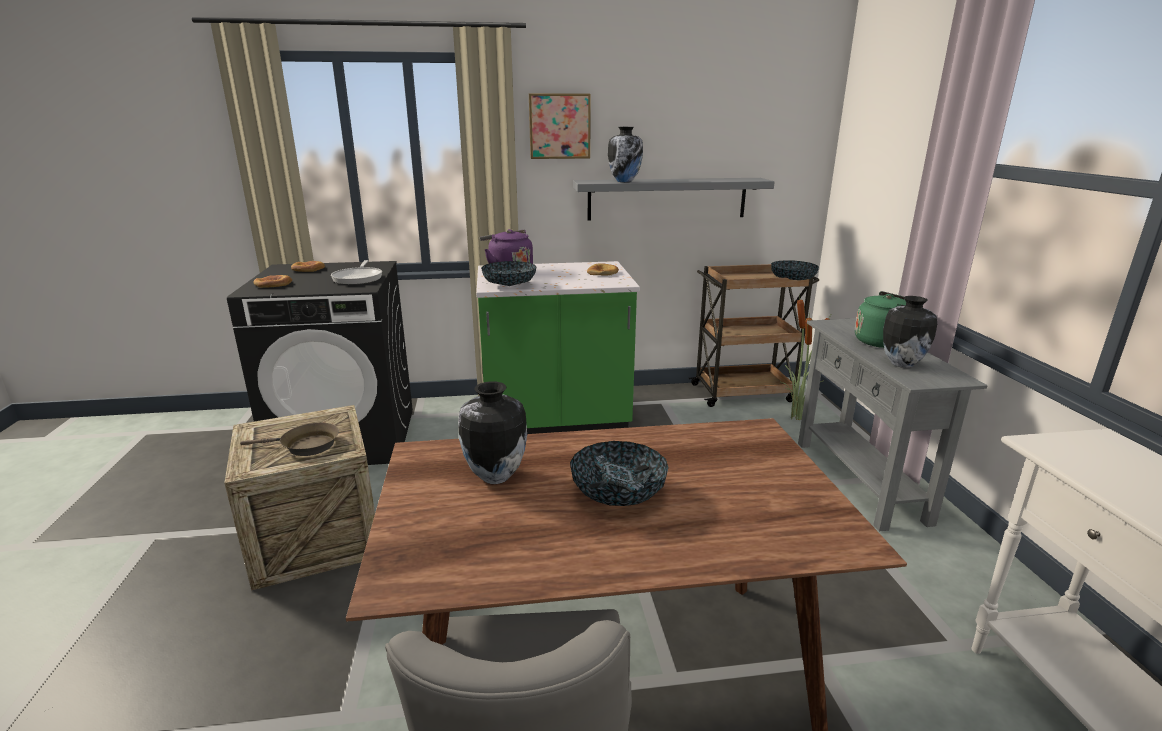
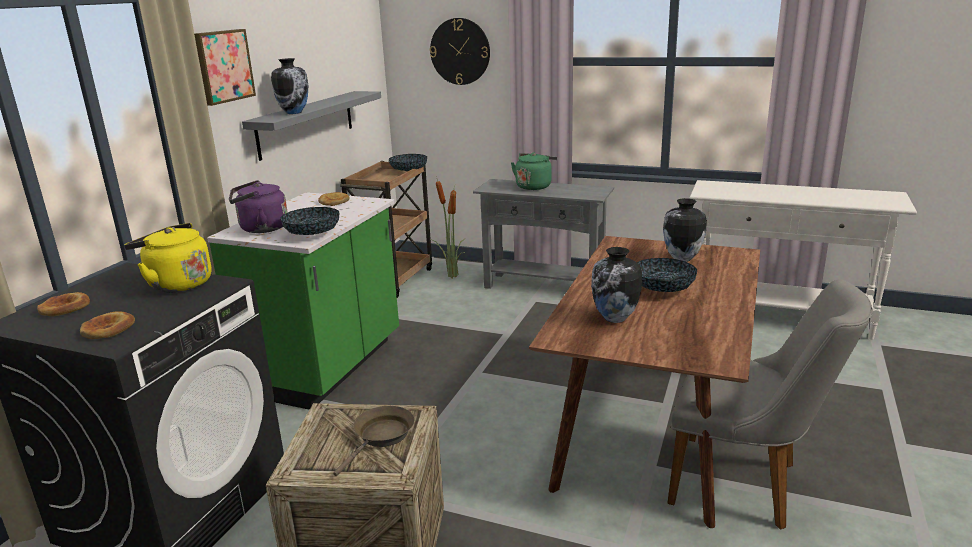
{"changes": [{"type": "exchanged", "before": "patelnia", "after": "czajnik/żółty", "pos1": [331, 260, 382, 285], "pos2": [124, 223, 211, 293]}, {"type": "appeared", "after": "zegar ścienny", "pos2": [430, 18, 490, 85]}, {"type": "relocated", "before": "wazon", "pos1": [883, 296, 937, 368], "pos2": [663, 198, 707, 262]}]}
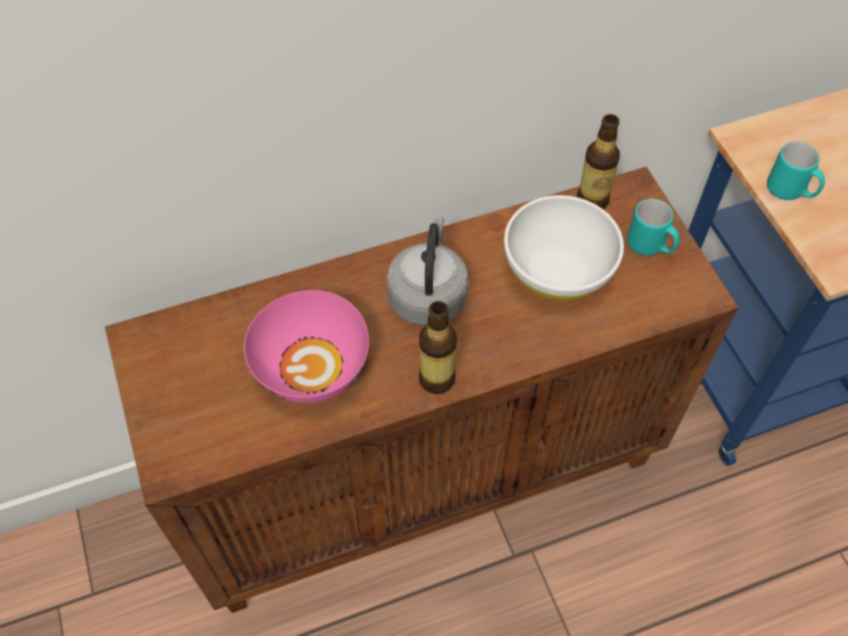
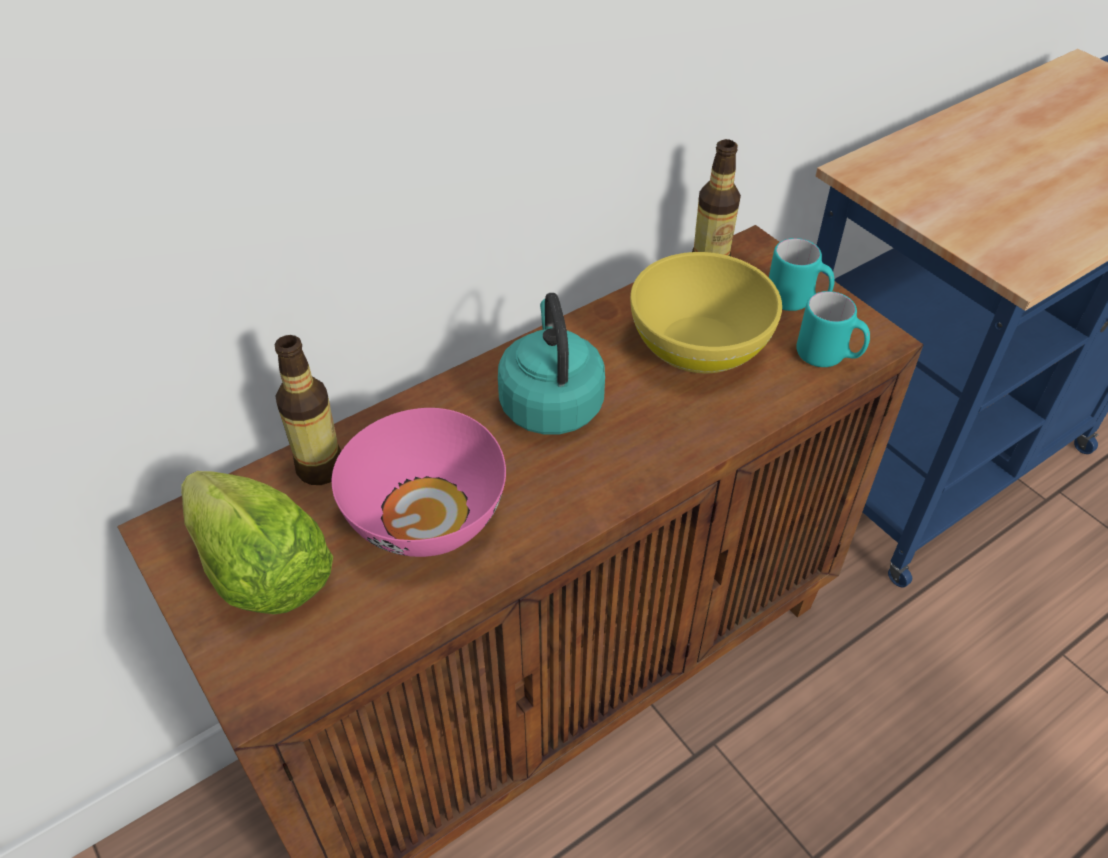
{"changes": [{"type": "appeared", "after": "sałata", "pos2": [181, 471, 333, 614]}, {"type": "relocated", "before": "butelka", "pos1": [419, 301, 457, 394], "pos2": [274, 335, 341, 485]}, {"type": "colour", "before": "czajnik/szary", "after": "czajnik/turkusowy", "pos1": [387, 217, 469, 326], "pos2": [498, 293, 605, 434]}, {"type": "colour", "before": "miska/biały", "after": "miska/żółty", "pos1": [504, 195, 624, 300], "pos2": [630, 252, 782, 373]}, {"type": "relocated", "before": "kubek/turkusowy", "pos1": [767, 142, 825, 200], "pos2": [796, 291, 870, 367]}]}
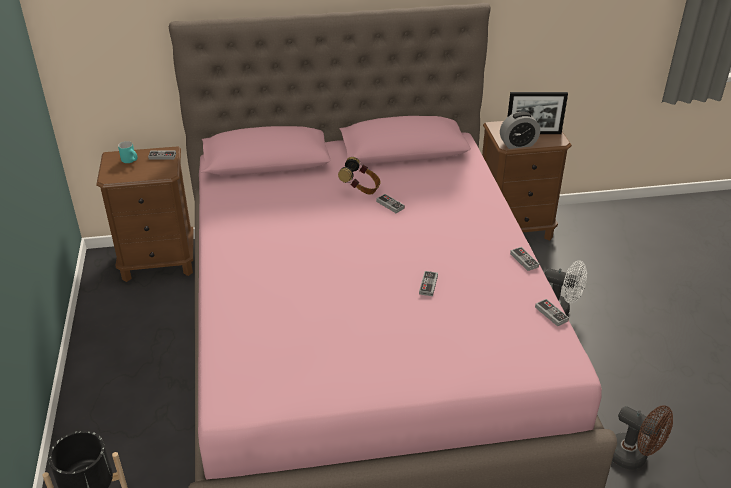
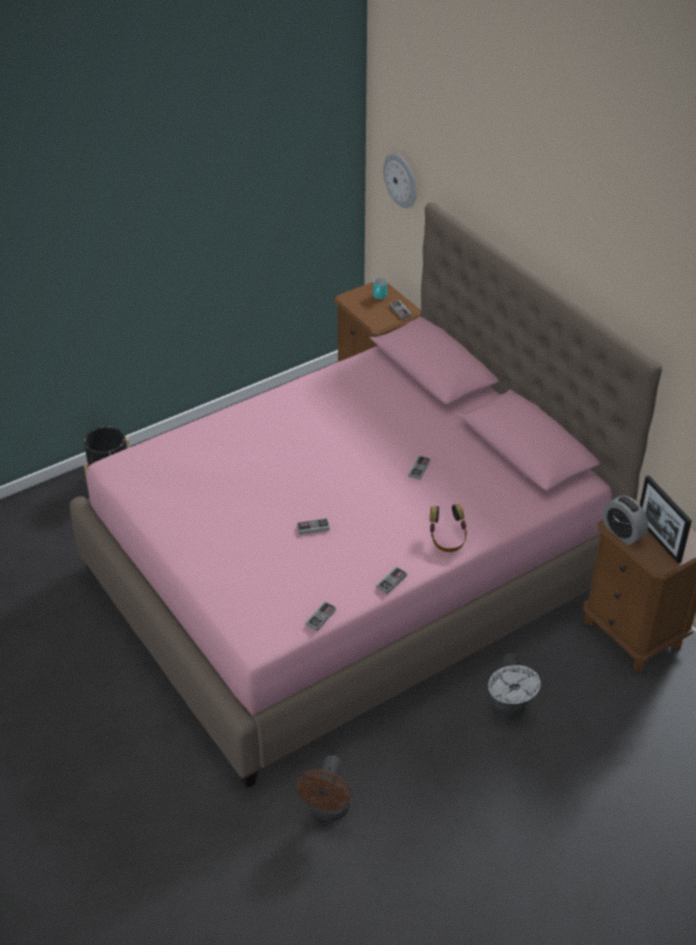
{"changes": [{"type": "appeared", "after": "zegar ścienny", "pos2": [383, 153, 417, 208]}, {"type": "relocated", "before": "słuchawki", "pos1": [338, 157, 381, 195], "pos2": [430, 504, 467, 552]}]}
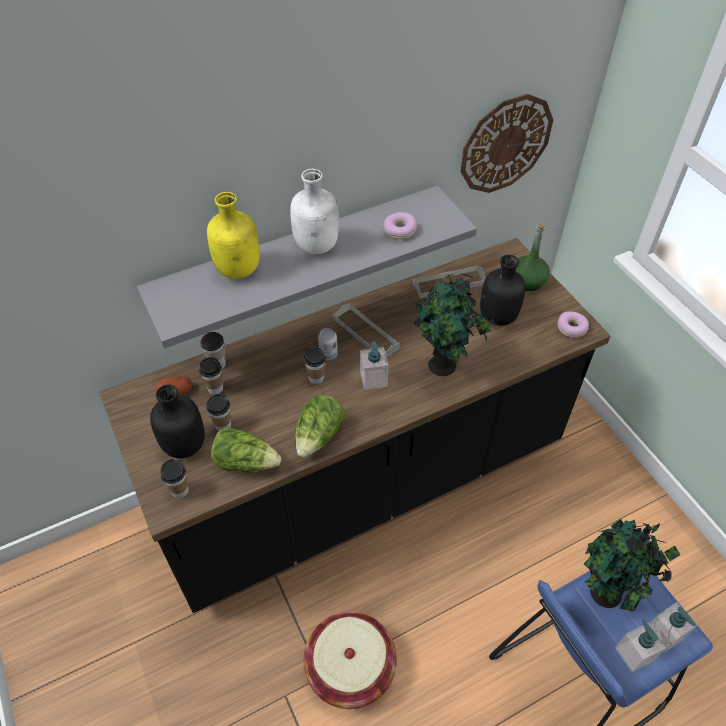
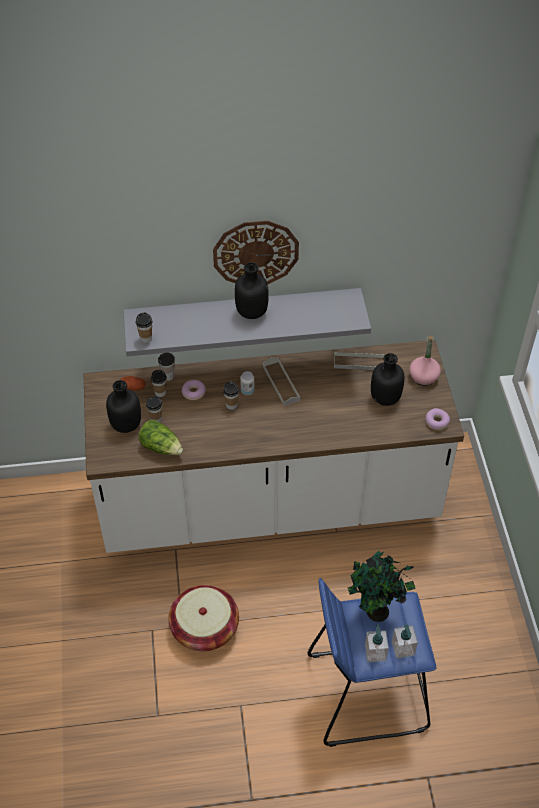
{"changes": [{"type": "colour", "before": "zabudowa kuchenna/czarny", "after": "zabudowa kuchenna/biały", "pos1": [100, 238, 611, 613], "pos2": [84, 340, 464, 553]}, {"type": "relocated", "before": "filiżanka", "pos1": [160, 459, 189, 498], "pos2": [136, 313, 152, 343]}, {"type": "relocated", "before": "donut", "pos1": [383, 212, 417, 239], "pos2": [182, 380, 206, 400]}, {"type": "relocated", "before": "zegar ścienny", "pos1": [461, 94, 553, 193], "pos2": [213, 220, 299, 284]}, {"type": "colour", "before": "butelka/biały", "after": "butelka/czarny", "pos1": [290, 169, 339, 254], "pos2": [235, 262, 269, 319]}, {"type": "colour", "before": "butelka/zielony", "after": "butelka/różowy", "pos1": [515, 223, 550, 291], "pos2": [409, 336, 441, 386]}, {"type": "missing", "before": "butelka/żółty", "pos1": [207, 192, 259, 279]}, {"type": "missing", "before": "sałata", "pos1": [295, 395, 345, 458]}, {"type": "missing", "before": "dozownik mydła", "pos1": [360, 342, 388, 390]}, {"type": "missing", "before": "roślina doniczkowa", "pos1": [414, 273, 491, 376]}]}
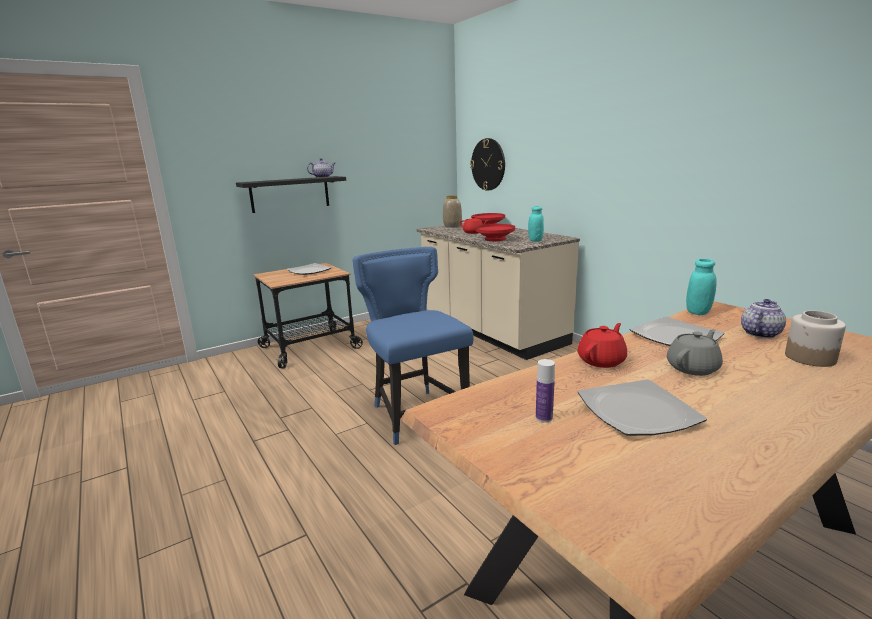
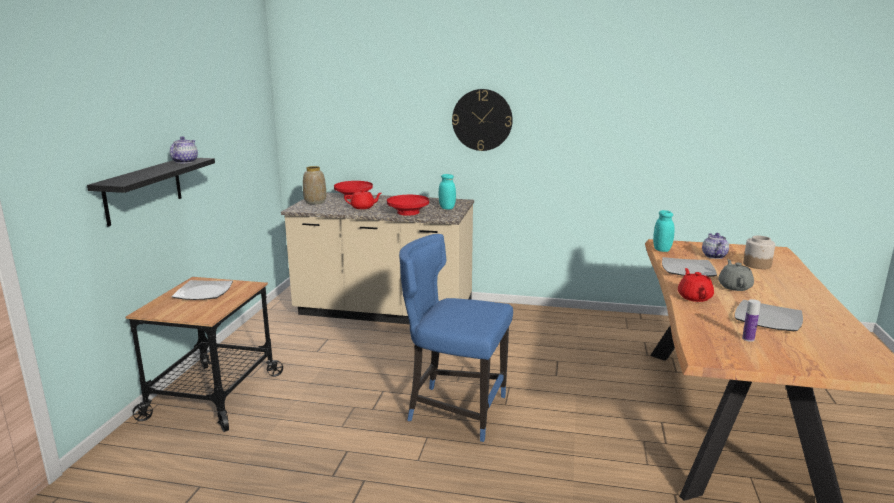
{"changes": [{"type": "relocated", "before": "zegar ścienny", "pos1": [470, 138, 505, 191], "pos2": [452, 89, 513, 151]}]}
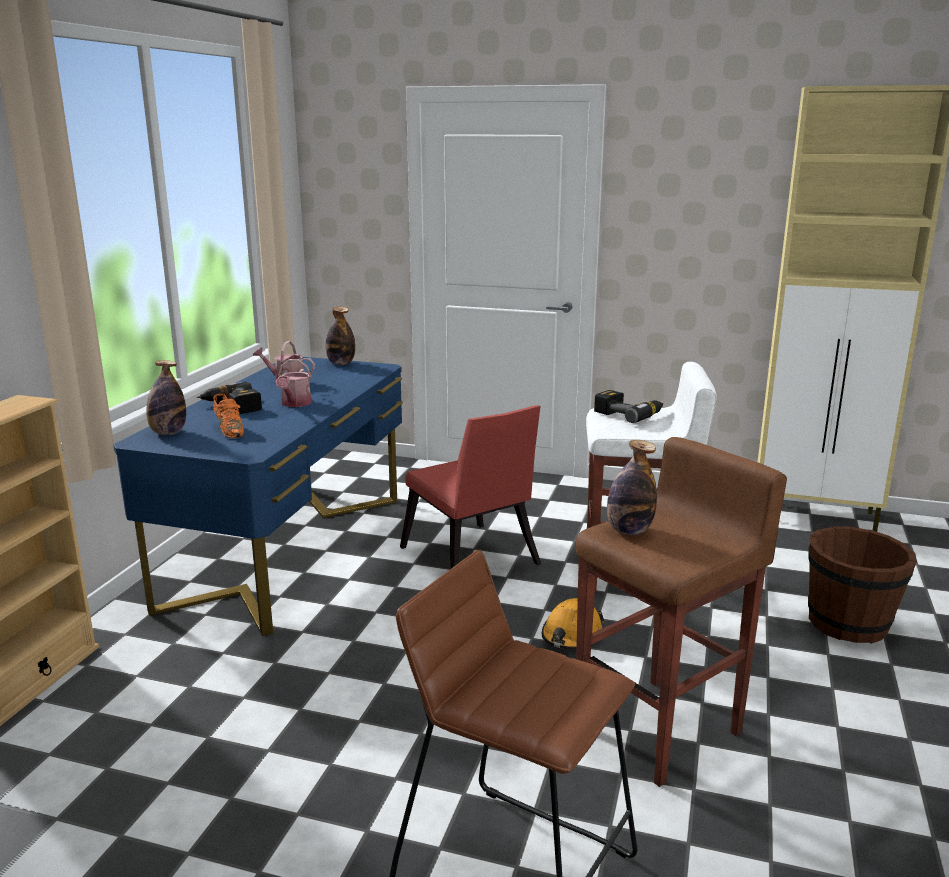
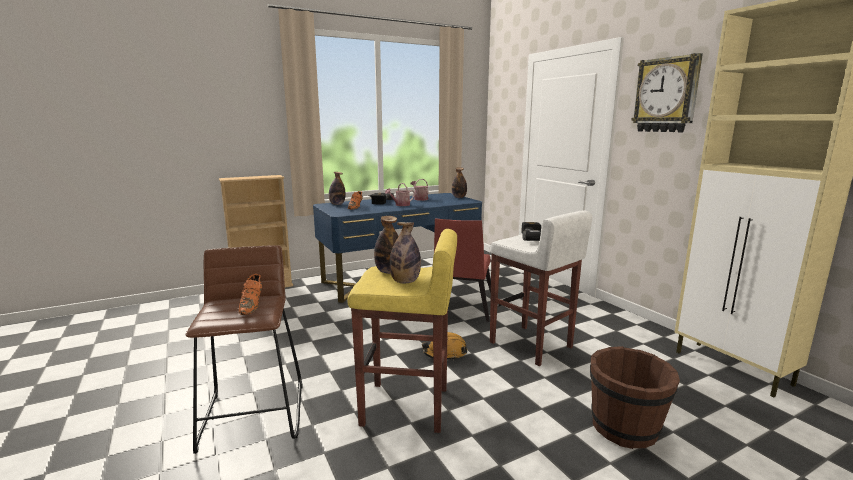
{"changes": [{"type": "appeared", "after": "but/pomarańczowy", "pos2": [238, 274, 262, 315]}, {"type": "colour", "before": "stołek/brązowy", "after": "stołek/żółty", "pos1": [575, 437, 787, 787], "pos2": [347, 229, 457, 433]}, {"type": "appeared", "after": "butelka", "pos2": [389, 222, 421, 283]}, {"type": "appeared", "after": "zegar ścienny", "pos2": [631, 53, 703, 132]}]}
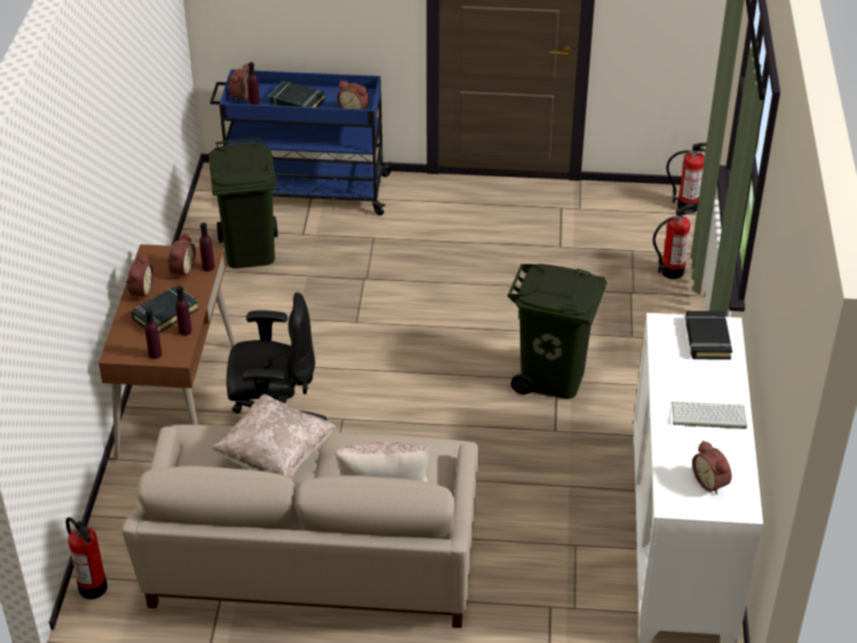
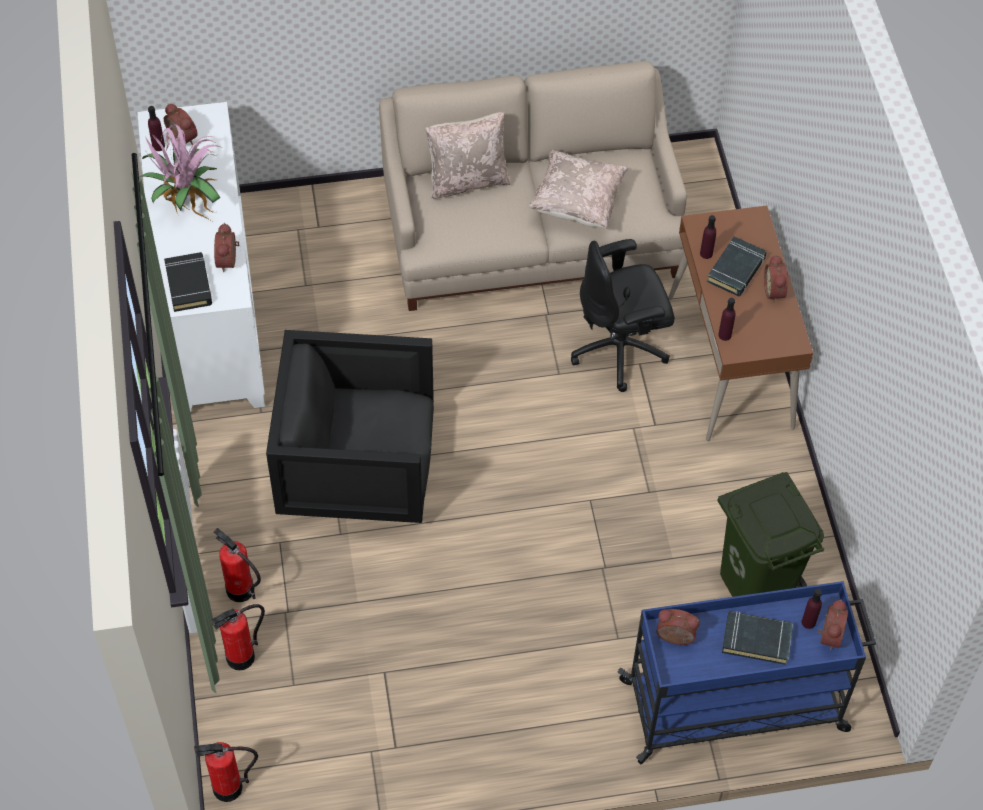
{"changes": [{"type": "exchanged", "before": "klawiatura", "after": "roślina doniczkowa", "pos1": [671, 401, 747, 429], "pos2": [139, 124, 220, 221]}, {"type": "relocated", "before": "butelka/fioletowy", "pos1": [145, 308, 162, 359], "pos2": [148, 106, 165, 151]}, {"type": "relocated", "before": "gaśnica", "pos1": [66, 517, 107, 599], "pos2": [213, 528, 261, 602]}, {"type": "relocated", "before": "budzik", "pos1": [167, 233, 196, 280], "pos2": [214, 223, 240, 272]}, {"type": "exchanged", "before": "kosz na śmieci/zielony", "after": "fotel/czarny", "pos1": [508, 264, 607, 399], "pos2": [266, 330, 434, 523]}]}
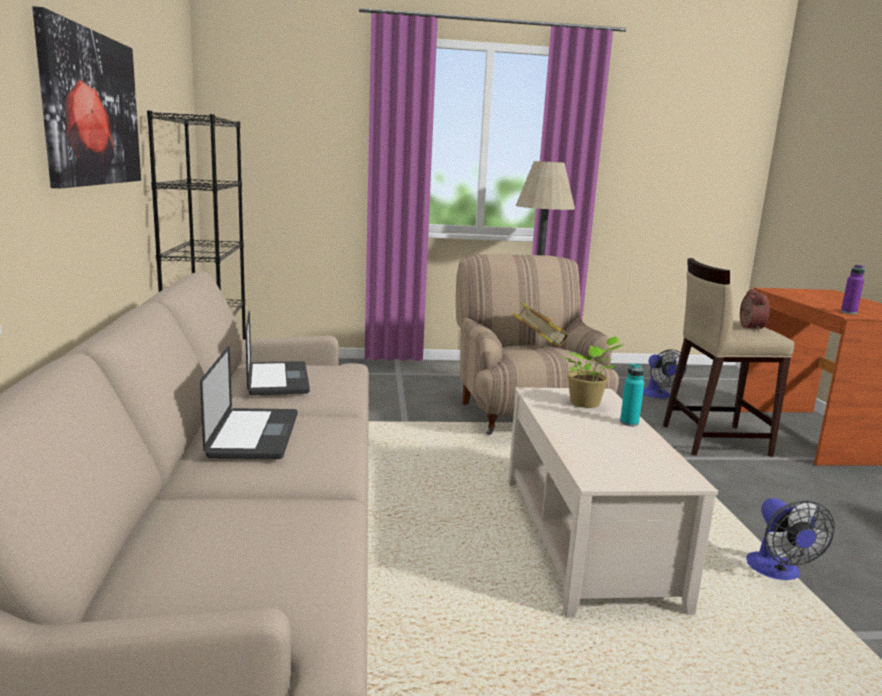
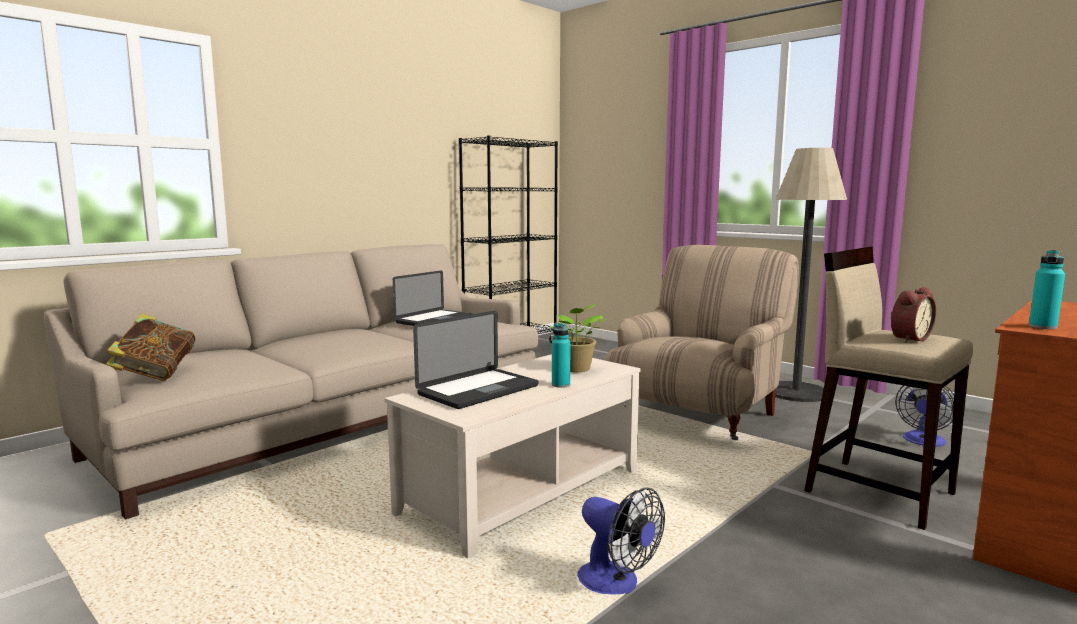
{"changes": [{"type": "relocated", "before": "książka", "pos1": [513, 302, 568, 346], "pos2": [106, 314, 196, 381]}, {"type": "relocated", "before": "laptop", "pos1": [200, 346, 298, 459], "pos2": [413, 311, 538, 409]}, {"type": "spun", "before": "wentylator", "pos1": [746, 498, 835, 580], "pos2": [577, 487, 665, 595], "turn": -90}, {"type": "colour", "before": "butelka/fioletowy", "after": "butelka/turkusowy", "pos1": [841, 265, 865, 314], "pos2": [1029, 250, 1065, 329]}, {"type": "missing", "before": "obraz", "pos1": [32, 6, 141, 188]}]}
